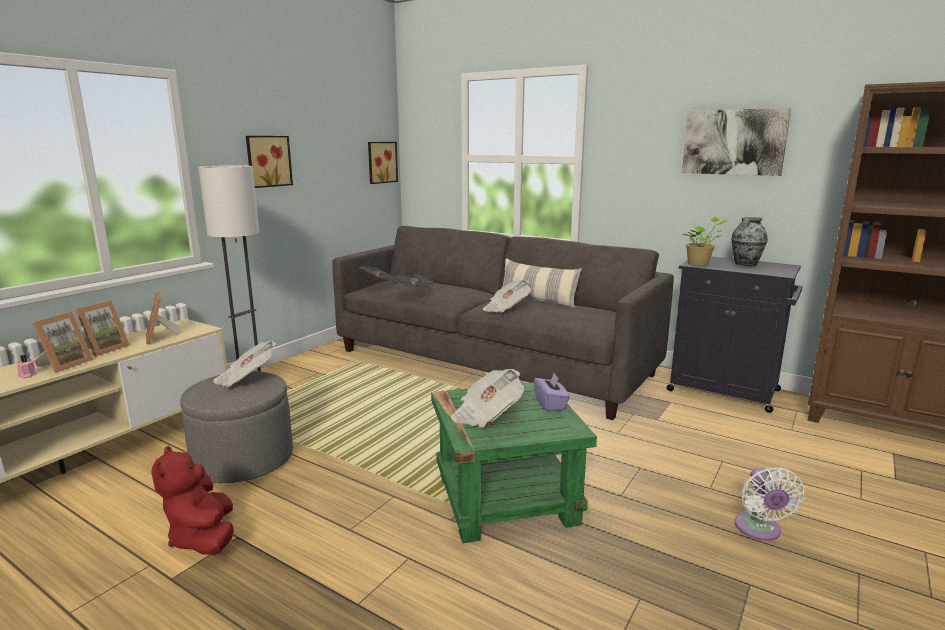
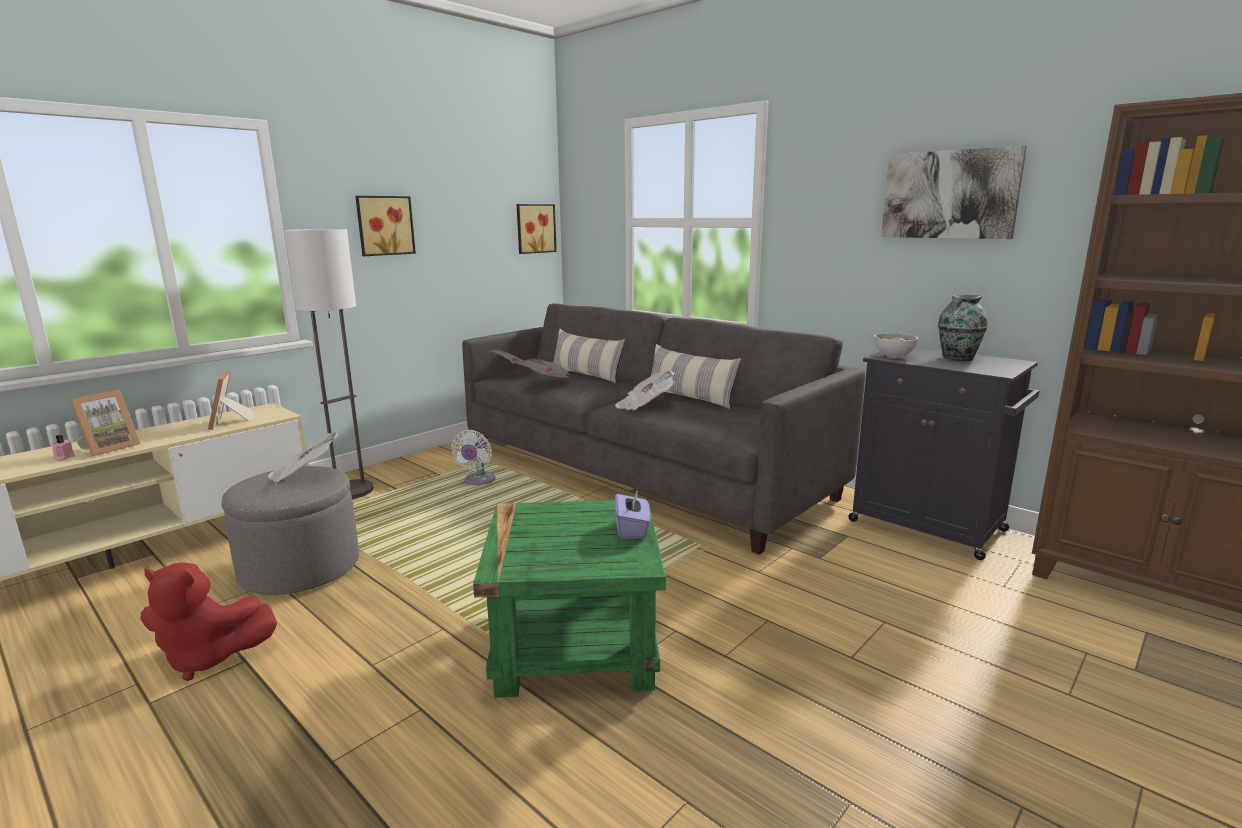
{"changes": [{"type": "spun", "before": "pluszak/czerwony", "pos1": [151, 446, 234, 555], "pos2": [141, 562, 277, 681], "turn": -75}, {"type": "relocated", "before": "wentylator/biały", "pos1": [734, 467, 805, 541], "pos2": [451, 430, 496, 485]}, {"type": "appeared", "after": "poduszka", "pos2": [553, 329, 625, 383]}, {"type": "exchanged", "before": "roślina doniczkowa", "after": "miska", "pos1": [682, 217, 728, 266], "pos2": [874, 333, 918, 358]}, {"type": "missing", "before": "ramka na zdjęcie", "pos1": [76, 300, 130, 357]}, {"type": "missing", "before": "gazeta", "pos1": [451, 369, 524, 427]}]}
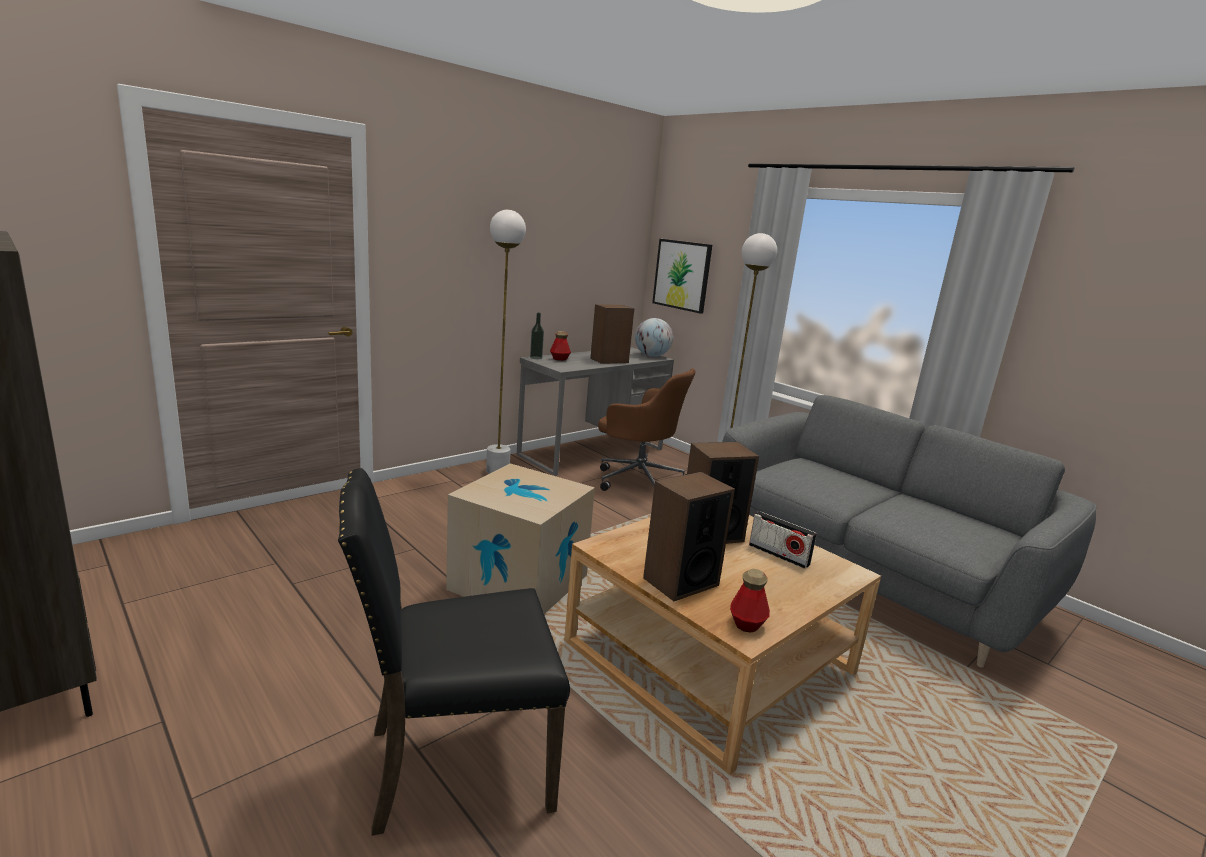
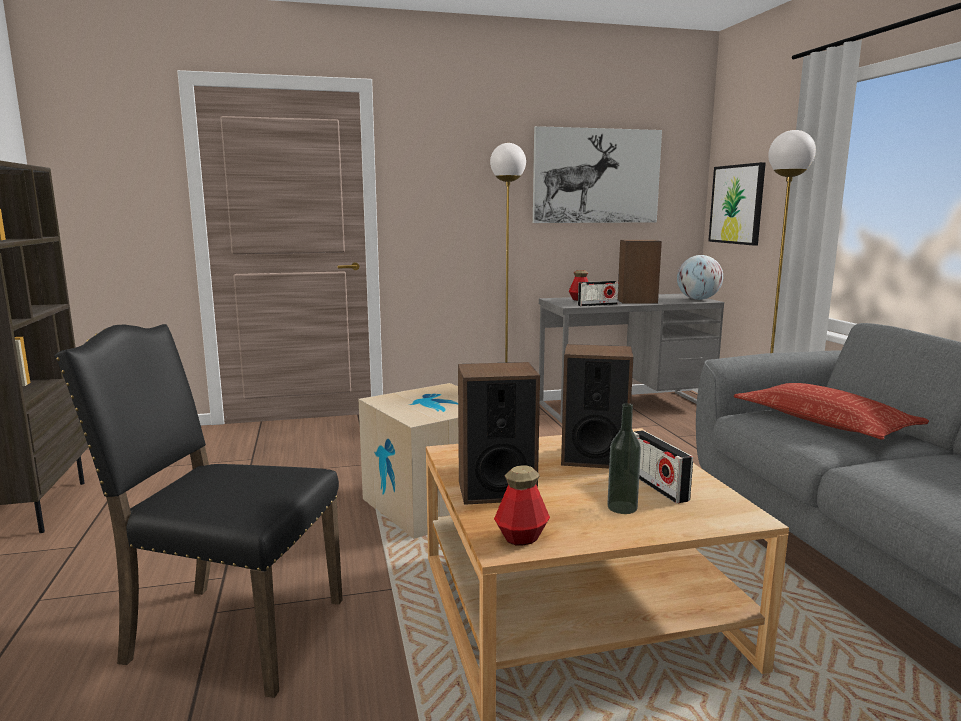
{"changes": [{"type": "appeared", "after": "obraz", "pos2": [533, 126, 662, 223]}, {"type": "appeared", "after": "radio", "pos2": [578, 281, 619, 307]}, {"type": "relocated", "before": "butelka", "pos1": [530, 313, 544, 359], "pos2": [607, 403, 641, 514]}, {"type": "appeared", "after": "poduszka", "pos2": [734, 383, 929, 440]}, {"type": "missing", "before": "krzesło biurowe/brązowy", "pos1": [598, 368, 695, 491]}]}
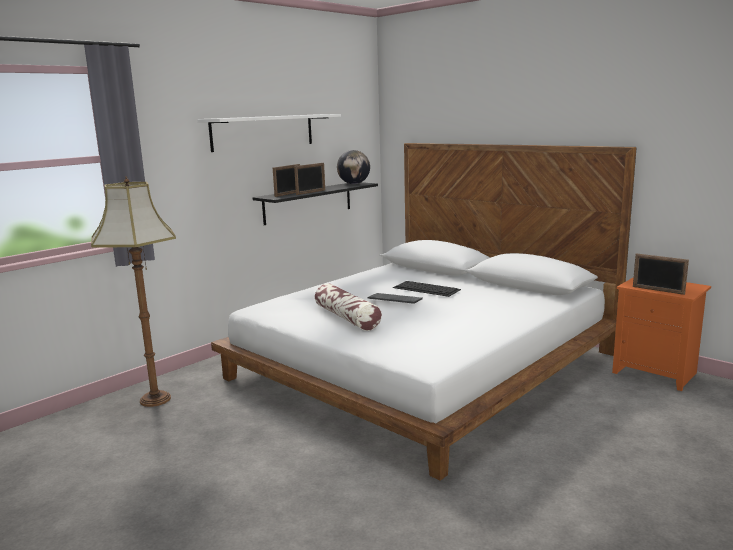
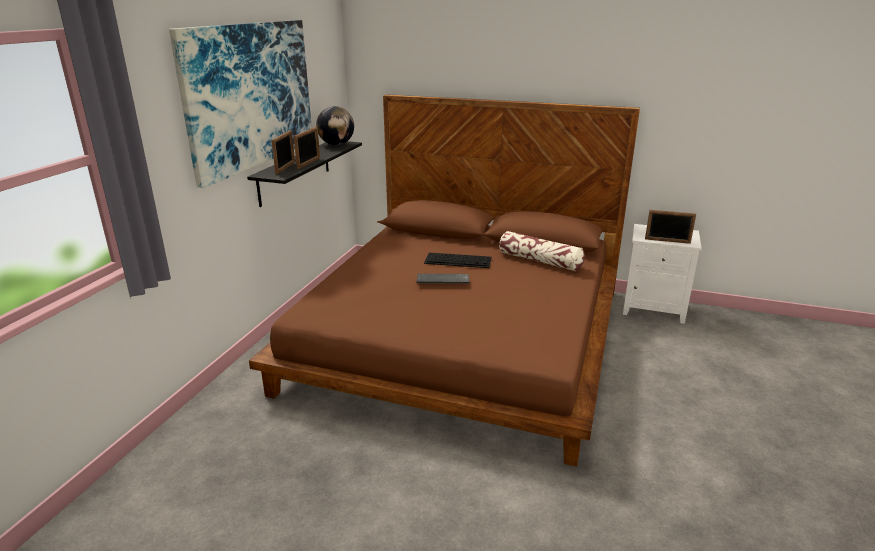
{"changes": [{"type": "exchanged", "before": "półka/biały", "after": "obraz", "pos1": [197, 114, 341, 152], "pos2": [169, 20, 312, 188]}, {"type": "colour", "before": "łóżko/biały", "after": "łóżko/brązowy", "pos1": [211, 143, 637, 481], "pos2": [249, 94, 640, 467]}, {"type": "relocated", "before": "poduszka", "pos1": [315, 283, 382, 331], "pos2": [499, 231, 585, 271]}, {"type": "colour", "before": "szafka nocna/pomarańczowy", "after": "szafka nocna/biały", "pos1": [612, 277, 711, 391], "pos2": [623, 224, 702, 324]}, {"type": "missing", "before": "lampa stojąca", "pos1": [91, 176, 176, 407]}]}
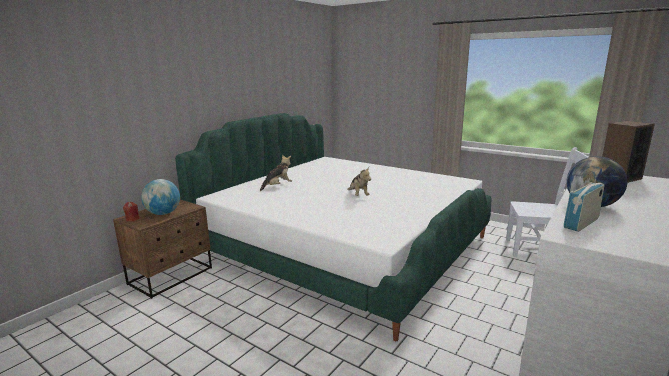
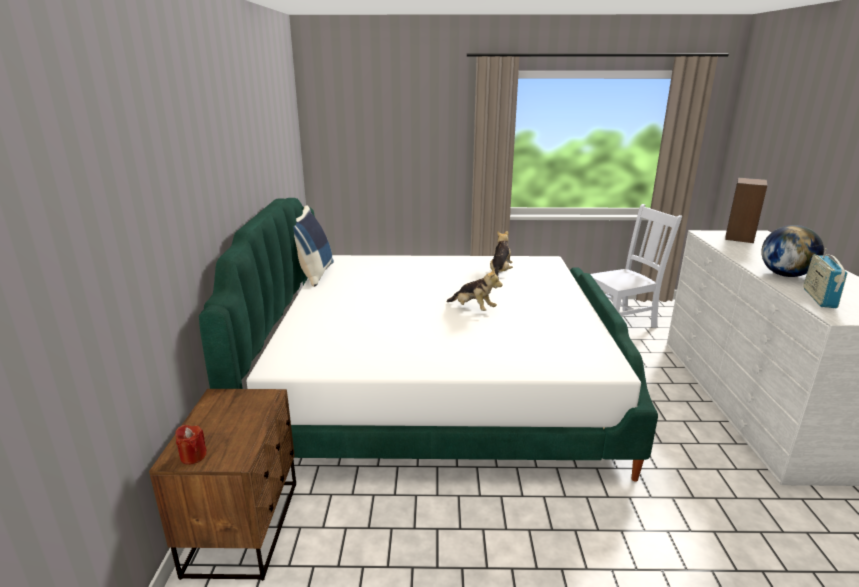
{"changes": [{"type": "appeared", "after": "poduszka/niebieski", "pos2": [293, 205, 334, 287]}, {"type": "relocated", "before": "pluszak", "pos1": [260, 155, 292, 191], "pos2": [490, 231, 513, 279]}, {"type": "missing", "before": "globus", "pos1": [141, 179, 180, 215]}]}
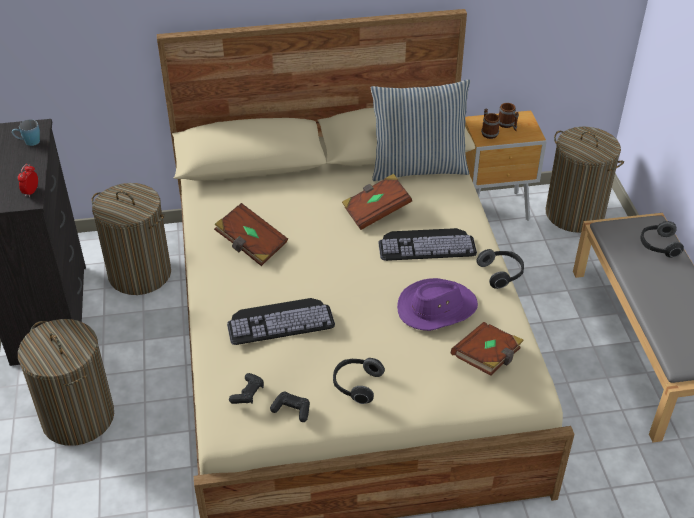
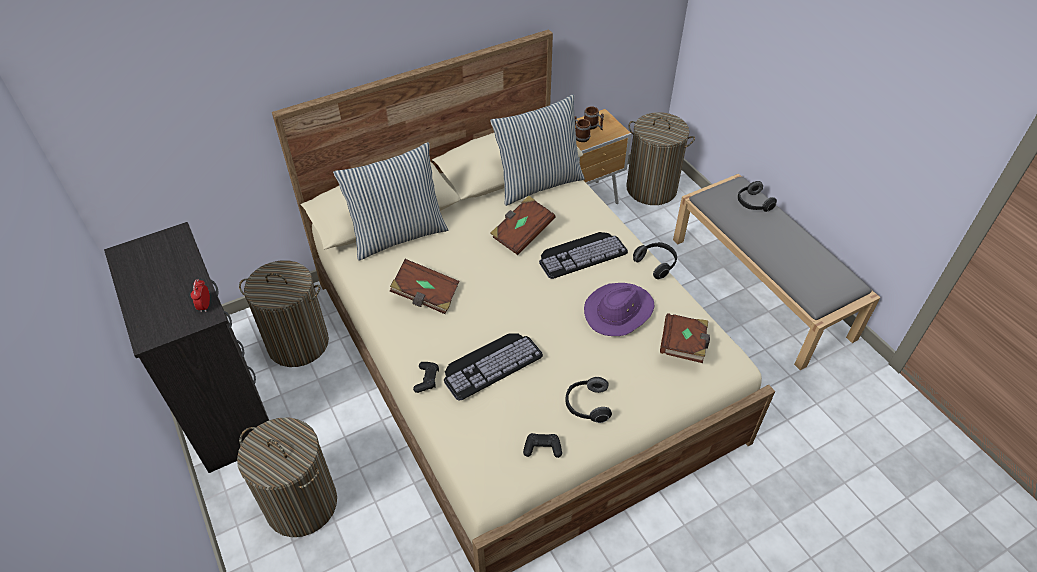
{"changes": [{"type": "appeared", "after": "poduszka", "pos2": [333, 142, 448, 260]}, {"type": "relocated", "before": "pad do gier/czarny", "pos1": [229, 373, 264, 404], "pos2": [413, 362, 439, 393]}, {"type": "missing", "before": "kubek/niebieski", "pos1": [12, 119, 40, 146]}]}
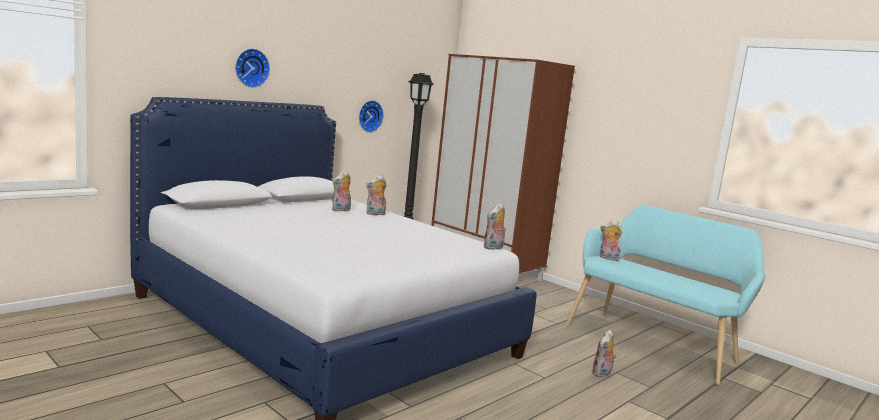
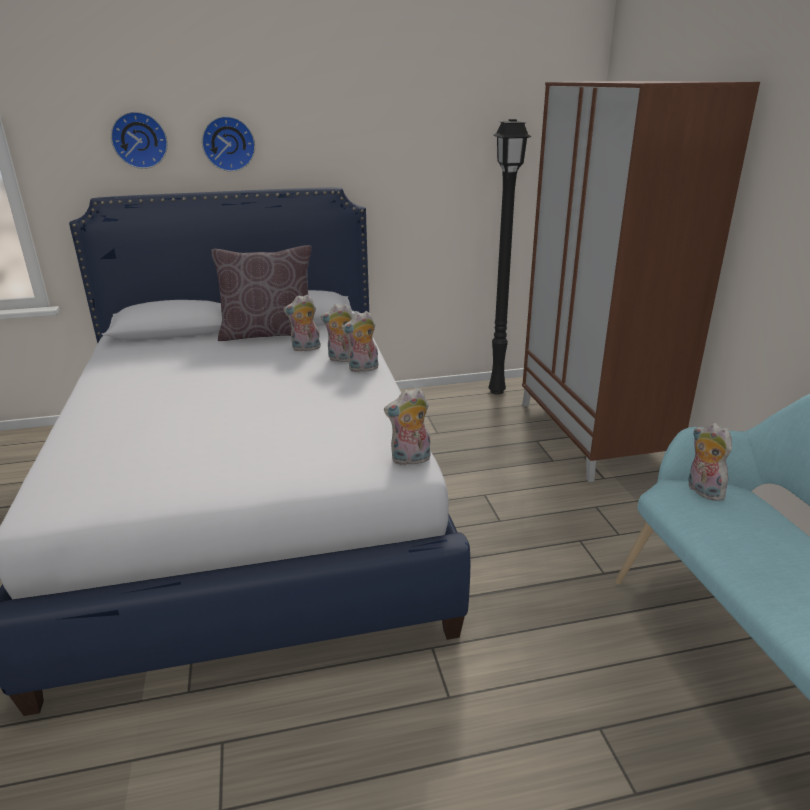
{"changes": [{"type": "relocated", "before": "zegar ścienny", "pos1": [359, 100, 384, 133], "pos2": [111, 111, 168, 169]}, {"type": "appeared", "after": "poduszka/brązowy", "pos2": [211, 246, 312, 341]}, {"type": "relocated", "before": "pluszak", "pos1": [592, 330, 616, 378], "pos2": [342, 311, 378, 372]}]}
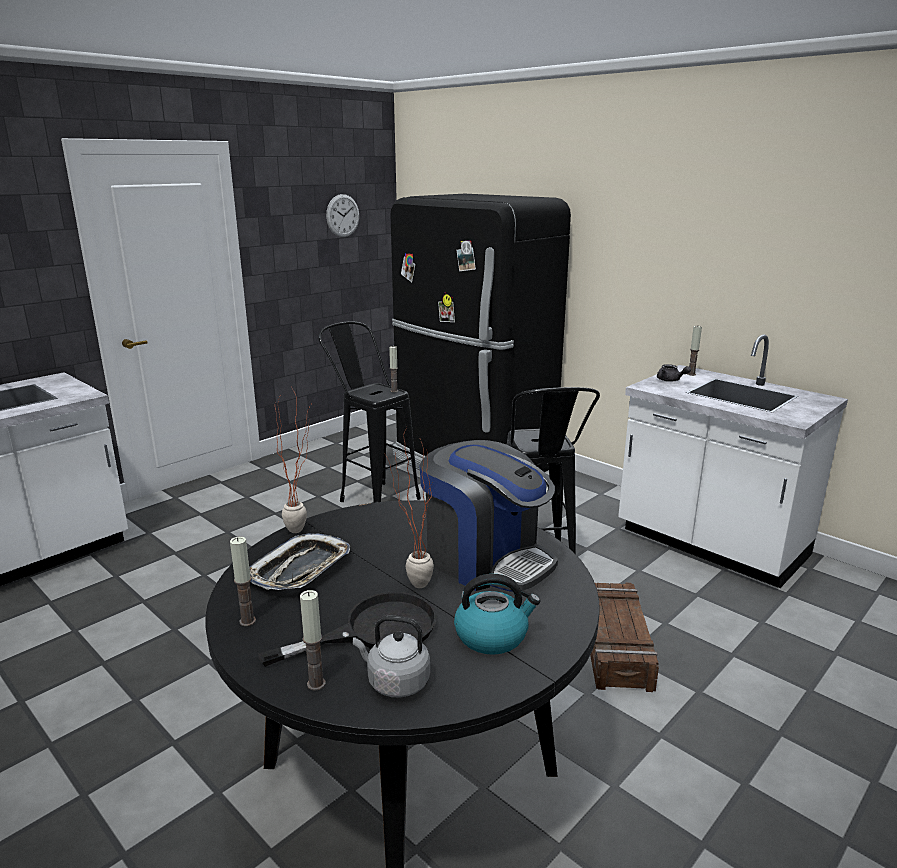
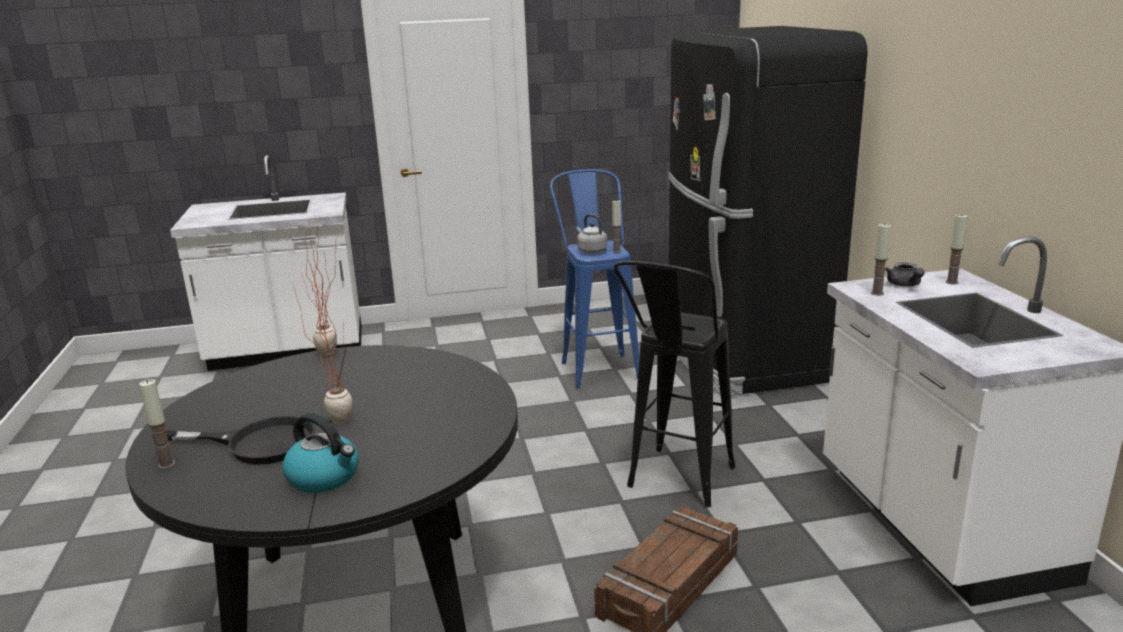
{"changes": [{"type": "colour", "before": "stołek/czarny", "after": "stołek/niebieski", "pos1": [319, 321, 421, 503], "pos2": [550, 169, 639, 388]}, {"type": "relocated", "before": "czajnik/szary", "pos1": [353, 615, 430, 698], "pos2": [576, 214, 607, 253]}, {"type": "relocated", "before": "świeca", "pos1": [230, 537, 256, 626], "pos2": [871, 223, 891, 296]}, {"type": "missing", "before": "taca", "pos1": [249, 533, 350, 590]}, {"type": "missing", "before": "zegar ścienny", "pos1": [326, 194, 359, 237]}, {"type": "missing", "before": "ekspres do kawy", "pos1": [419, 440, 558, 592]}]}
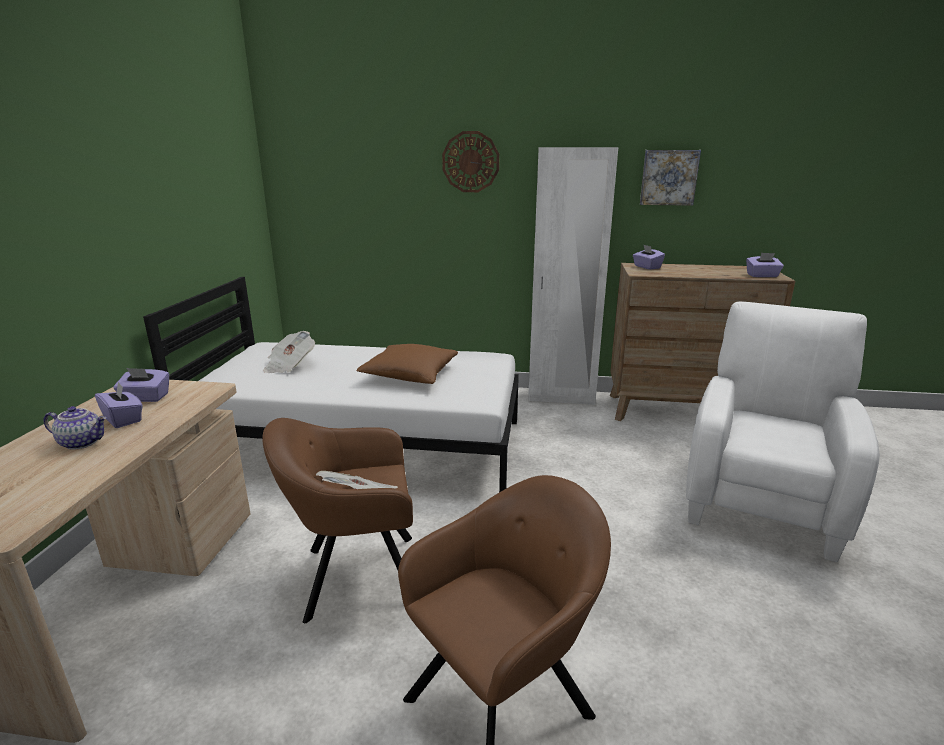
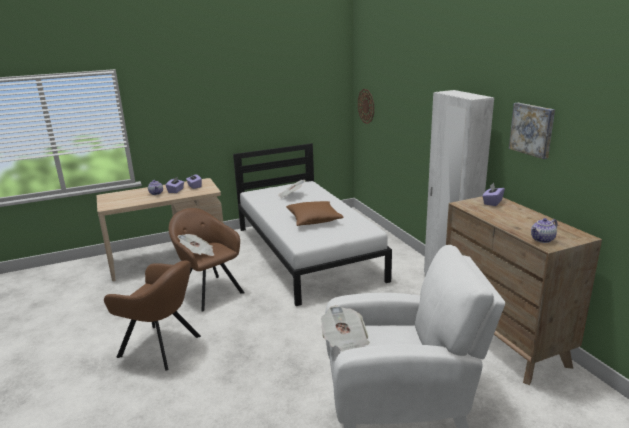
{"changes": [{"type": "appeared", "after": "gazeta", "pos2": [321, 305, 370, 352]}, {"type": "relocated", "before": "zegar ścienny", "pos1": [442, 131, 499, 192], "pos2": [358, 89, 374, 124]}, {"type": "exchanged", "before": "pudełko chusteczek/fioletowy", "after": "imbryk", "pos1": [746, 253, 784, 277], "pos2": [531, 218, 558, 243]}]}
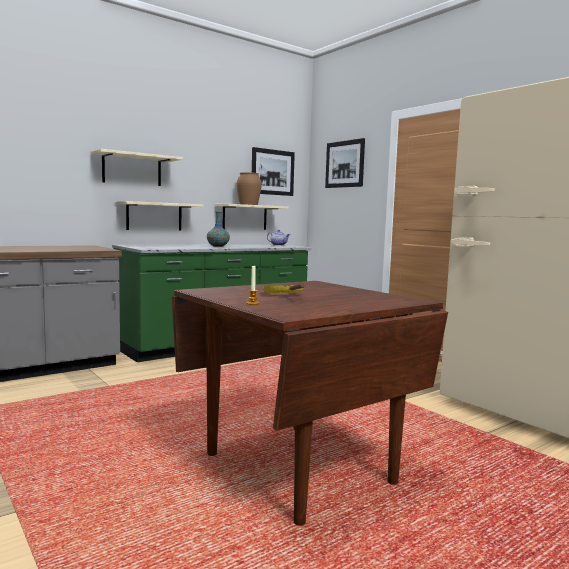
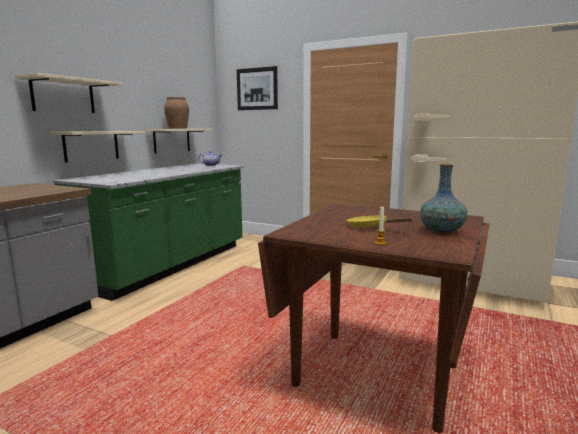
{"changes": [{"type": "relocated", "before": "wazon", "pos1": [207, 212, 230, 247], "pos2": [420, 164, 468, 234]}, {"type": "missing", "before": "obraz", "pos1": [252, 147, 295, 196]}]}
